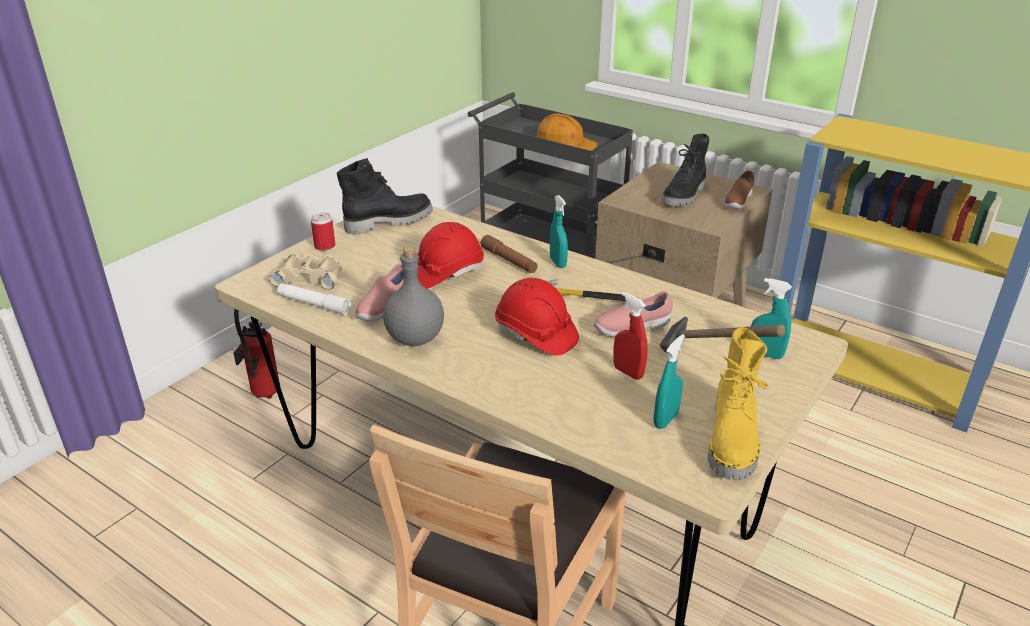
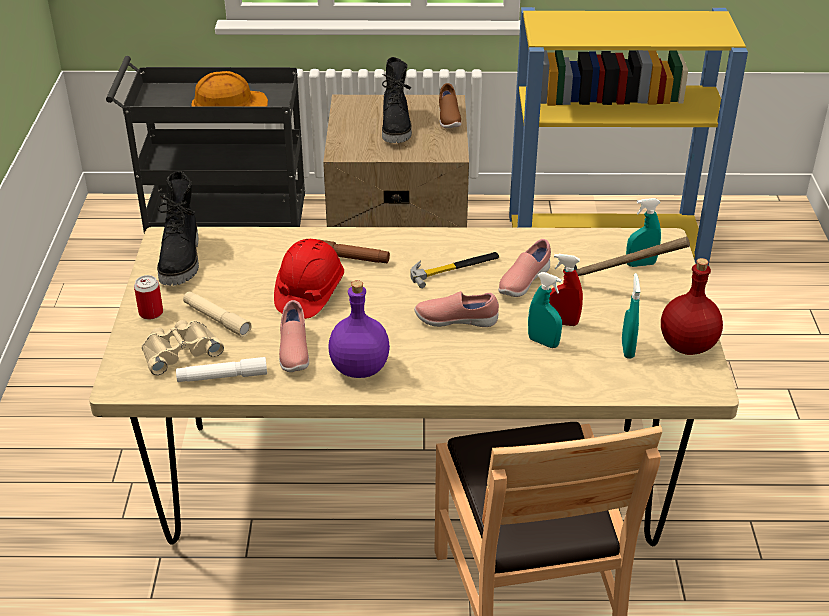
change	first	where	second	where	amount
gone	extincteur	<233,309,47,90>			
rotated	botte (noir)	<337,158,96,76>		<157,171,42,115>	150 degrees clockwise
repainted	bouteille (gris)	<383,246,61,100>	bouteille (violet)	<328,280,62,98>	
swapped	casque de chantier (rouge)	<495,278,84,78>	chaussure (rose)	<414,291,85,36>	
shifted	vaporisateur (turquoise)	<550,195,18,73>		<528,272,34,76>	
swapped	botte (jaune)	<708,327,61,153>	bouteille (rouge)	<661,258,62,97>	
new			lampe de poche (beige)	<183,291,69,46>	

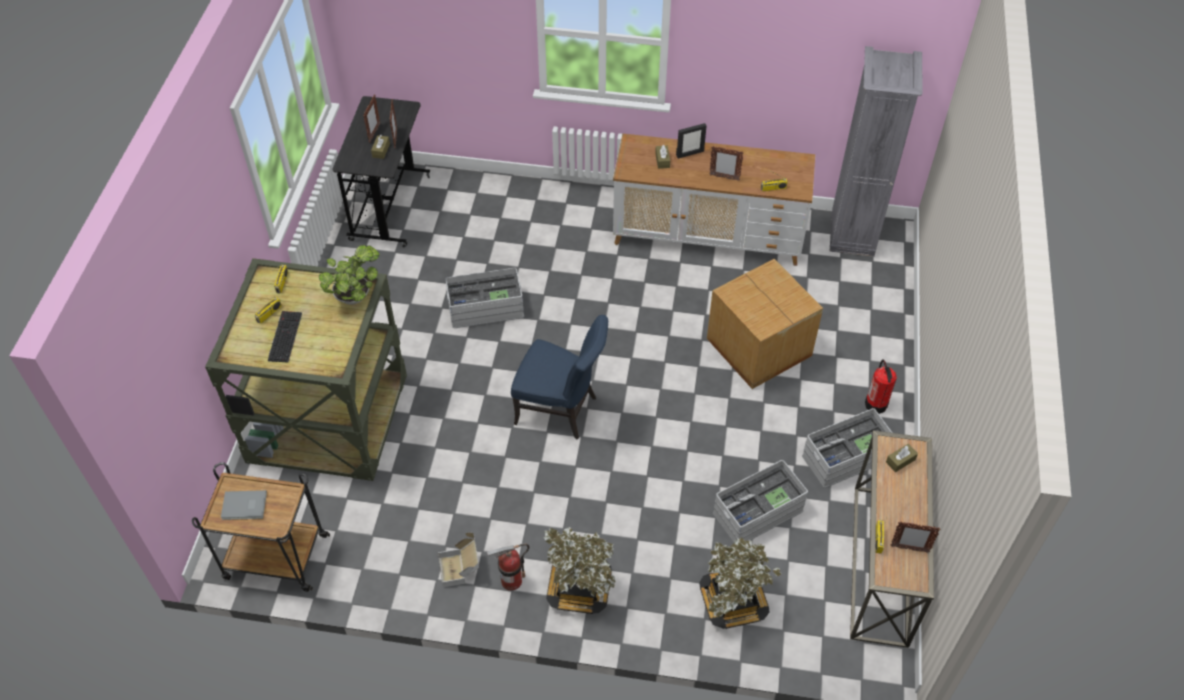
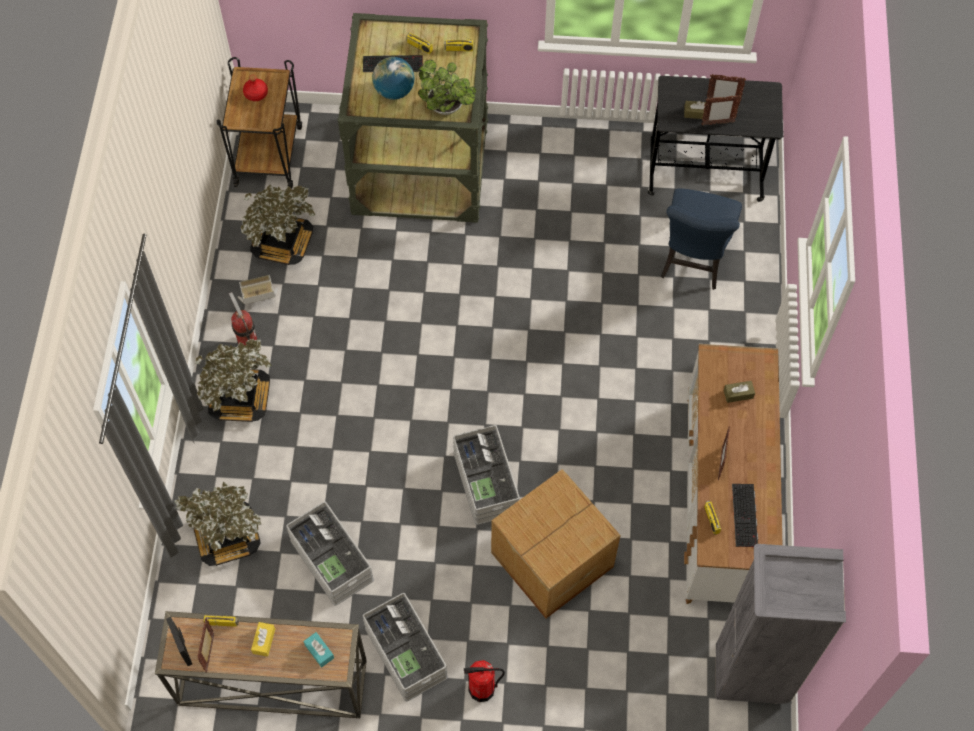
change	first	where	second	where	amount
swapped	livre (gris)	<221,490,46,30>	bouteille (rouge)	<243,75,25,26>	
shifted	boîte de rangement (gris)	<445,268,79,60>		<453,425,66,100>	
shifted	chaise (bleu)	<511,315,97,125>		<661,189,81,101>	
shifted	cadre photo	<676,123,31,36>		<166,617,26,49>	
repainted	boîte à mouchoirs (marron)	<886,444,32,28>	boîte à mouchoirs (turquoise)	<303,632,31,35>	
new			plante en pot	<241,184,74,81>	
new			boîte à mouchoirs (jaune)	<251,622,24,35>	
new			globe	<372,57,43,43>	
new			clavier	<732,484,26,63>	

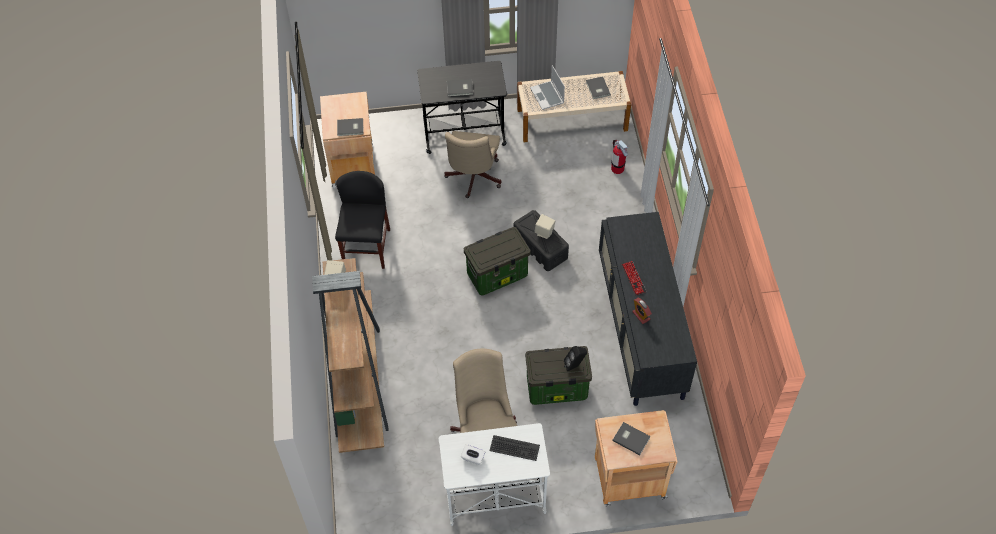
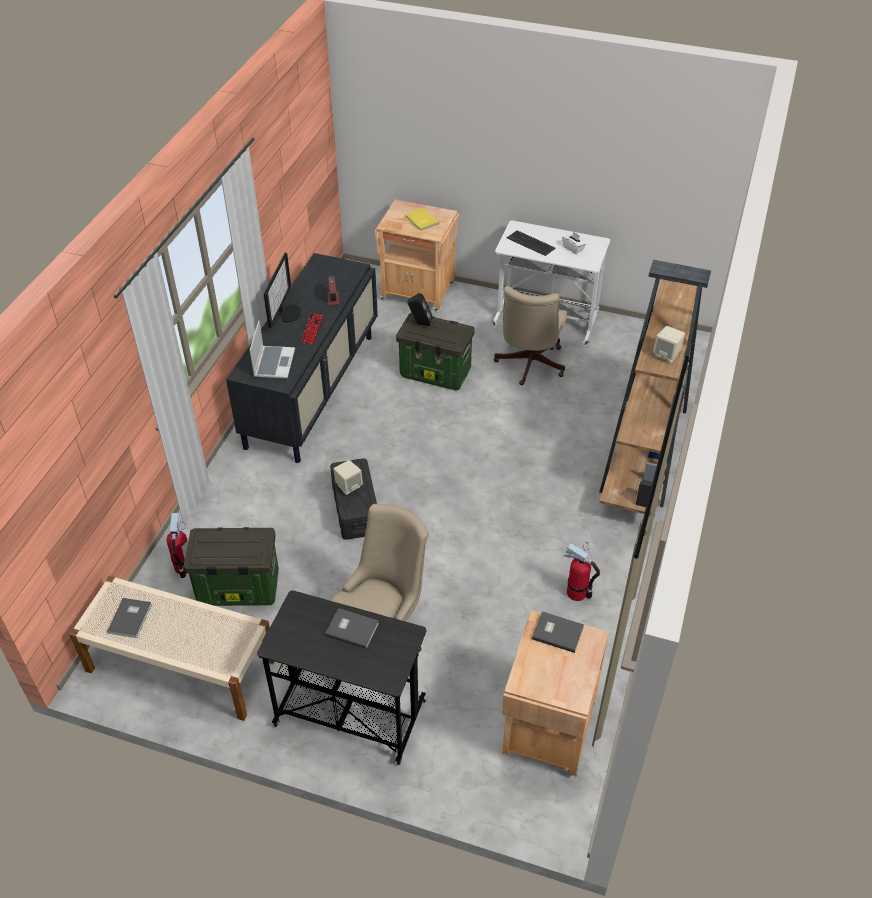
change	first	where	second	where	amount
swapped	chaise (noir)	<335,171,55,98>	extincteur	<564,542,36,59>	
shifted	boîte de rangement	<464,227,66,68>		<184,527,95,79>	
shifted	ordinateur portable	<530,65,35,45>		<250,321,45,57>	
repainted	livre (gris)	<612,422,39,33>	livre (jaune)	<405,208,34,23>	
new			écran d'ordinateur	<264,253,37,75>	

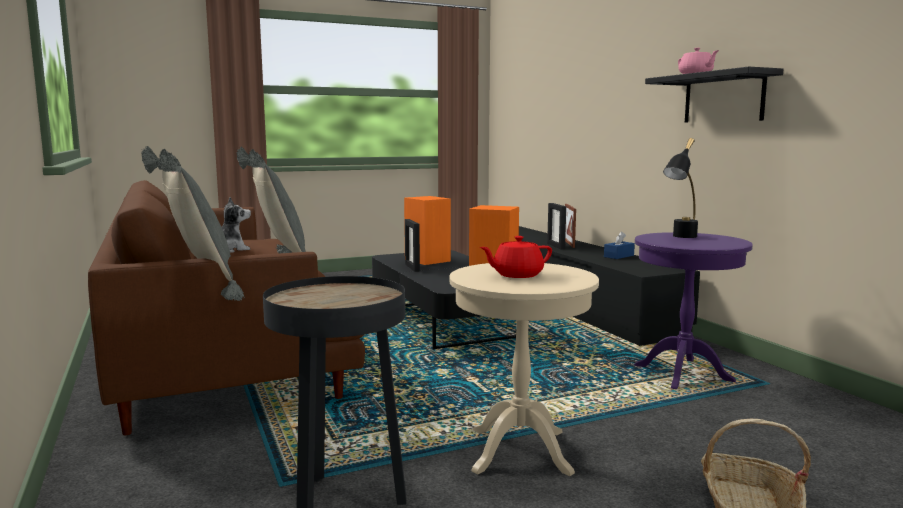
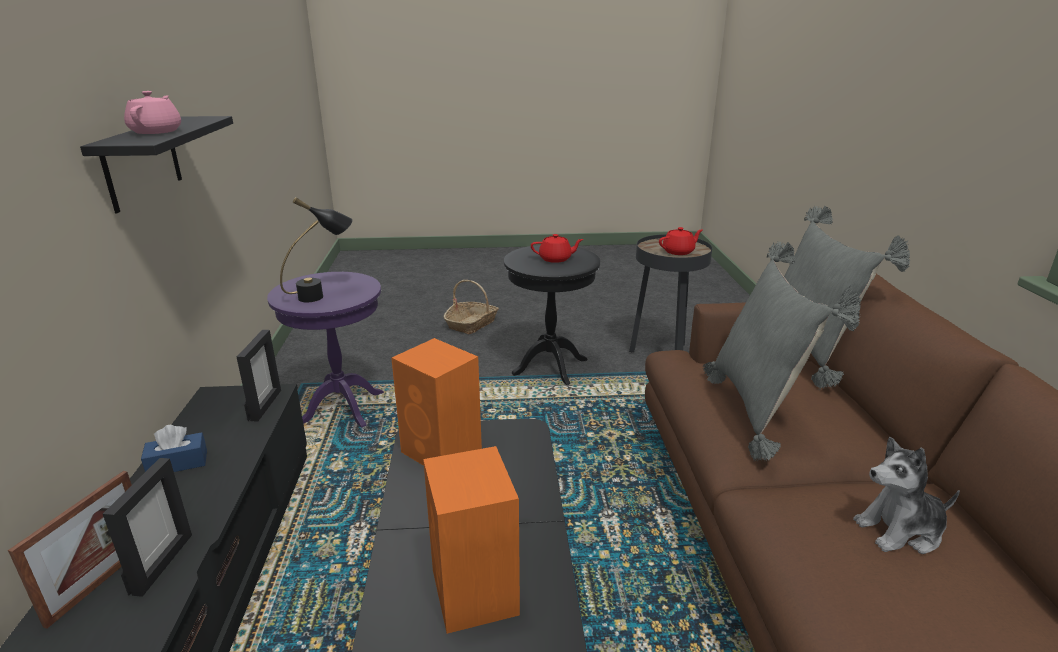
change	first	where	second	where	amount
shifted	cadre photo	<405,219,15,53>		<237,330,44,91>	
repainted	table d'appoint (beige)	<449,263,150,213>	table d'appoint (noir)	<504,245,96,140>	
new			théière (rouge)	<659,227,43,28>	

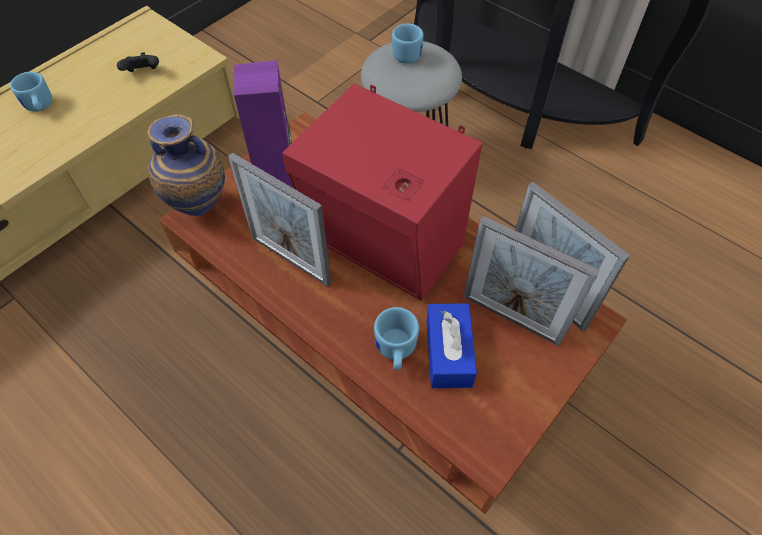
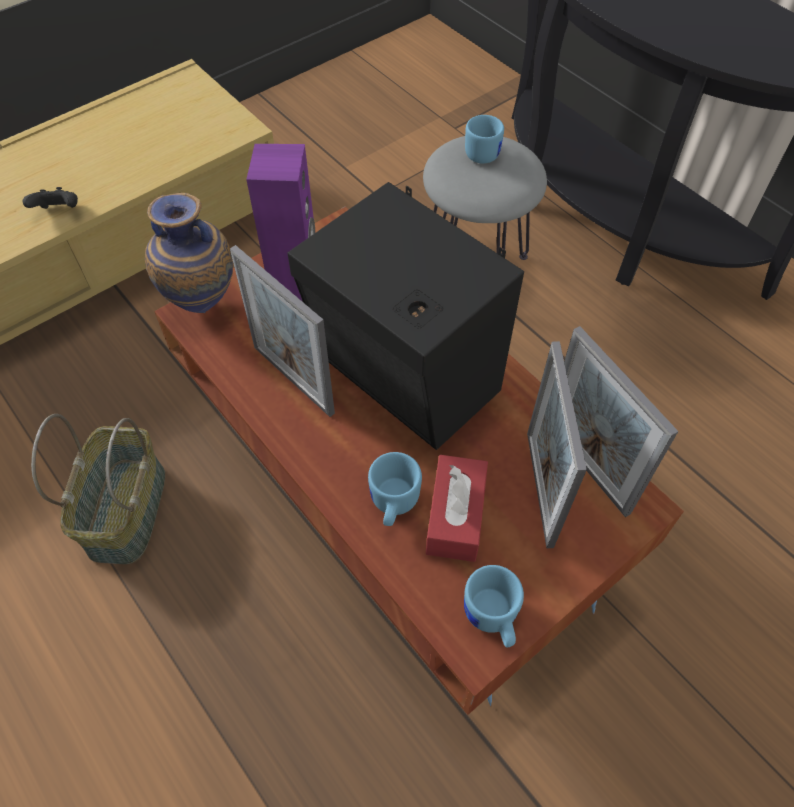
change	first	where	second	where	amount
shifted	mug (bleu)	<10,72,42,40>		<464,565,60,83>	
shifted	manette (noir)	<117,52,42,20>		<23,187,55,22>	
repainted	enceinte (rouge)	<282,84,201,217>	enceinte (noir)	<287,182,237,268>	
repainted	boîte à mouchoirs (bleu)	<427,303,50,85>	boîte à mouchoirs (rouge)	<426,455,62,107>	
rotated	cadre photo	<463,216,137,130>		<527,341,60,207>	45 degrees clockwise
new			panier	<31,414,134,151>	

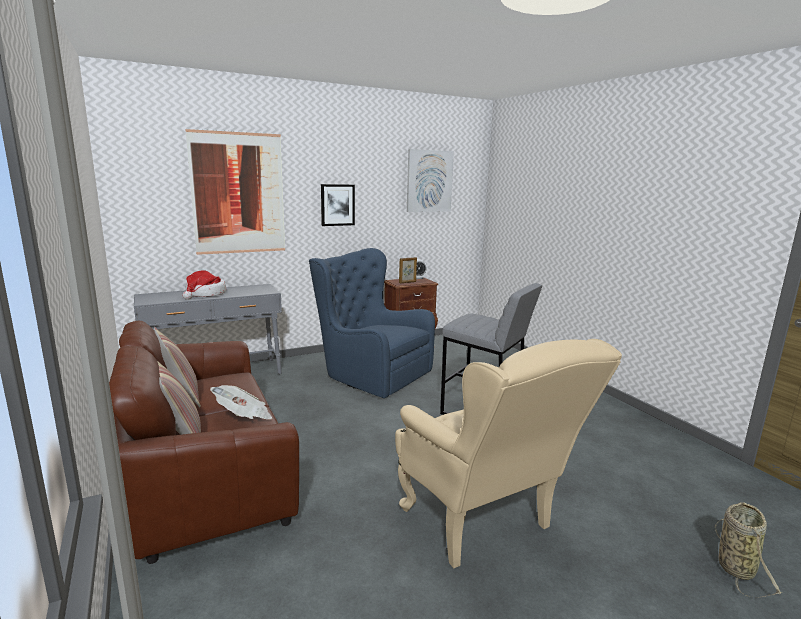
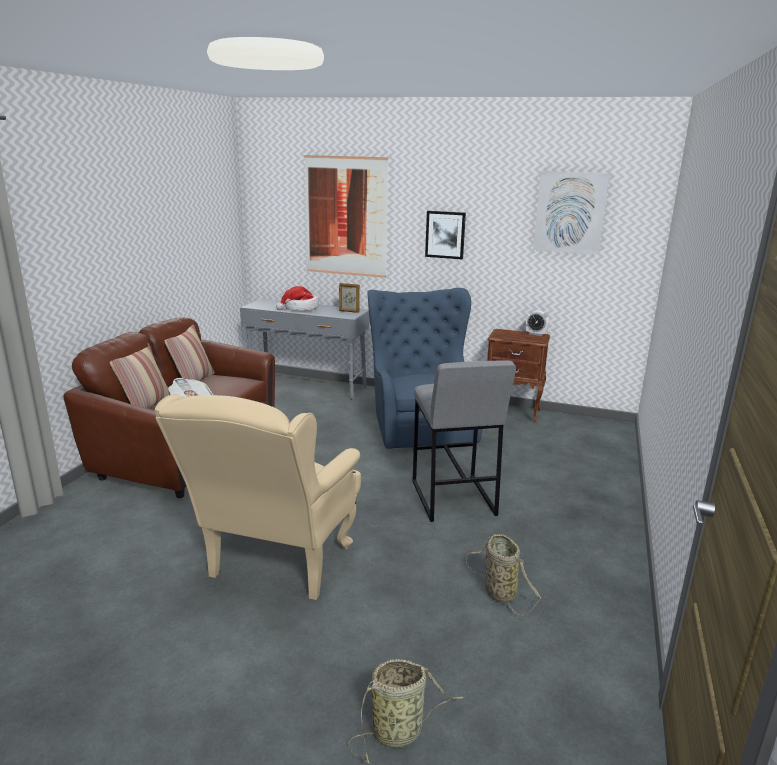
change	first	where	second	where	amount
shifted	cadre photo	<399,257,18,26>		<339,283,21,30>	
new			panier	<466,534,75,81>	

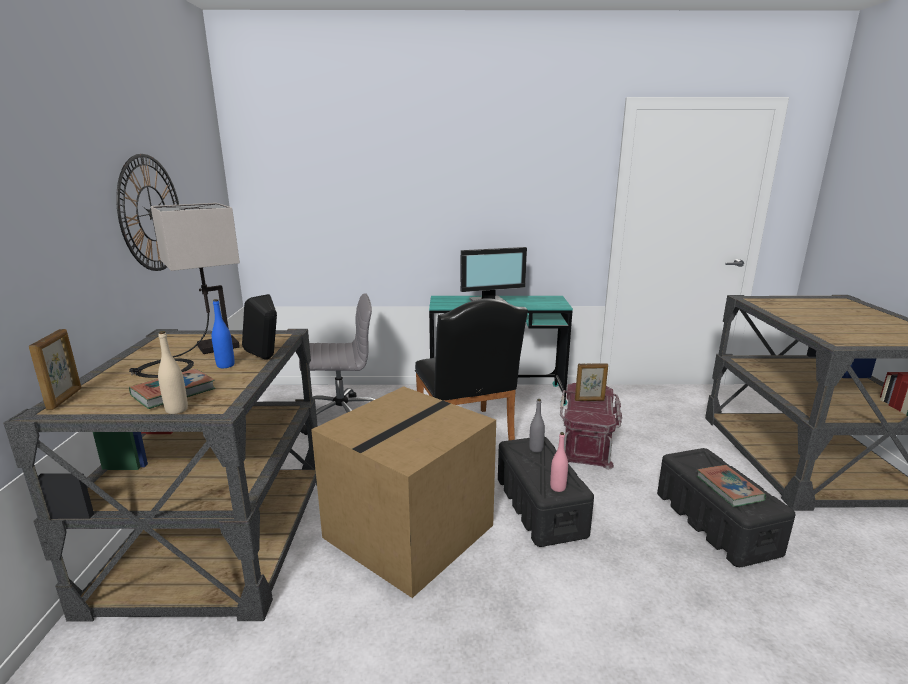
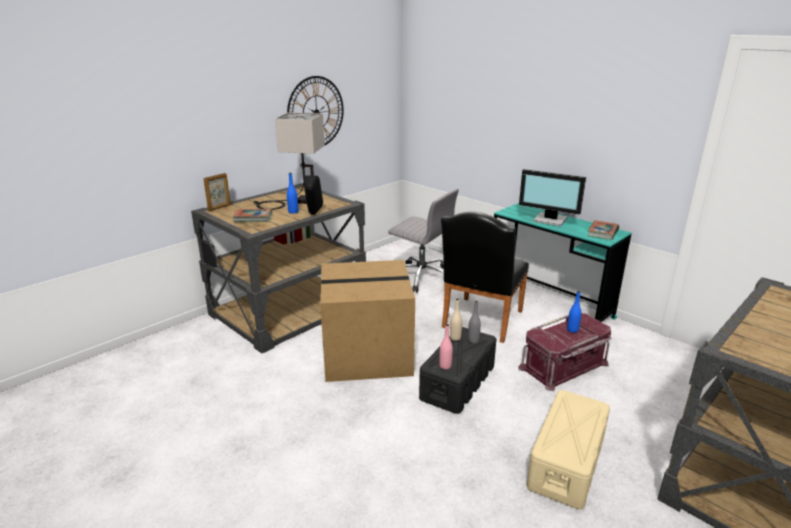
change	first	where	second	where	amount
shifted	bouteille (beige)	<158,331,30,83>		<450,298,12,43>	
swapped	cadre photo	<575,363,33,38>	bouteille (bleu)	<567,291,14,42>	
repainted	boîte de rangement (noir)	<657,448,139,119>	boîte de rangement (beige)	<527,390,83,119>	
shifted	livre	<697,465,69,42>		<588,220,31,20>	

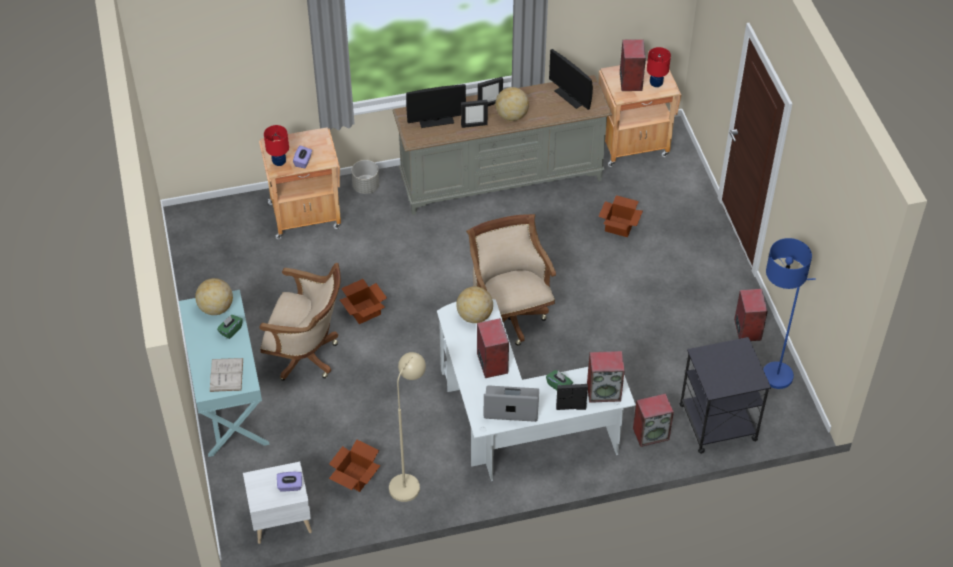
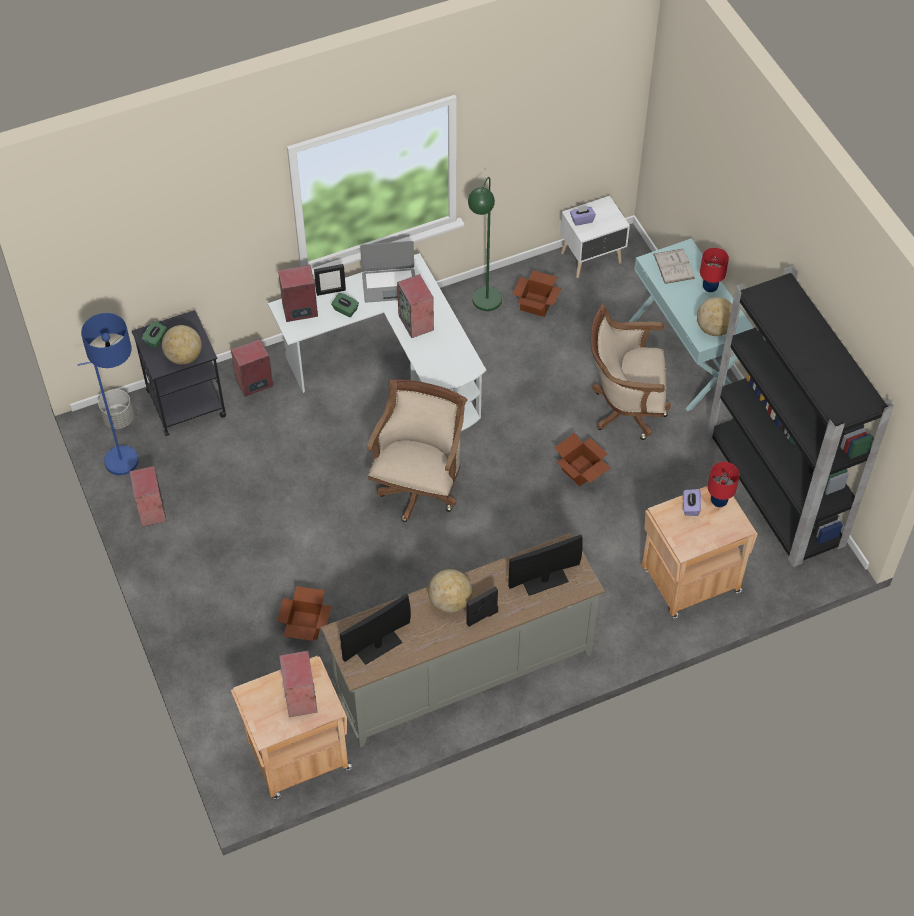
change	first	where	second	where	amount
shifted	boîte à mouchoirs (vert)	<217,315,26,24>		<142,321,25,27>	
shifted	cache-pot (gris)	<351,160,28,34>		<98,389,36,40>	
repainted	lampadaire (beige)	<389,352,37,150>	lampadaire (vert)	<468,177,34,134>	
shifted	globe	<456,286,37,37>		<162,325,40,40>	
gone	cadre photo	<461,100,27,28>			
rotated	chaise de bureau	<466,214,90,131>		<367,380,101,142>	135 degrees counterclockwise
rotated	écran d'ordinateur	<549,49,44,61>		<340,594,71,71>	75 degrees counterclockwise
shifted	lampe de table (rouge)	<647,47,24,40>		<700,248,29,44>	
new			bibliothèque (noir)	<707,266,187,301>	

